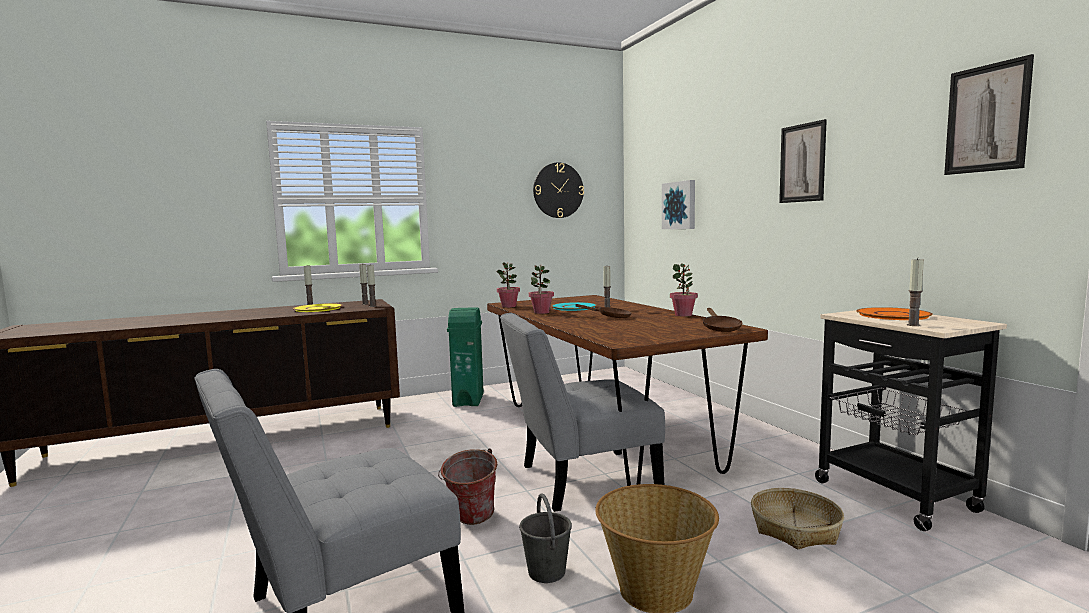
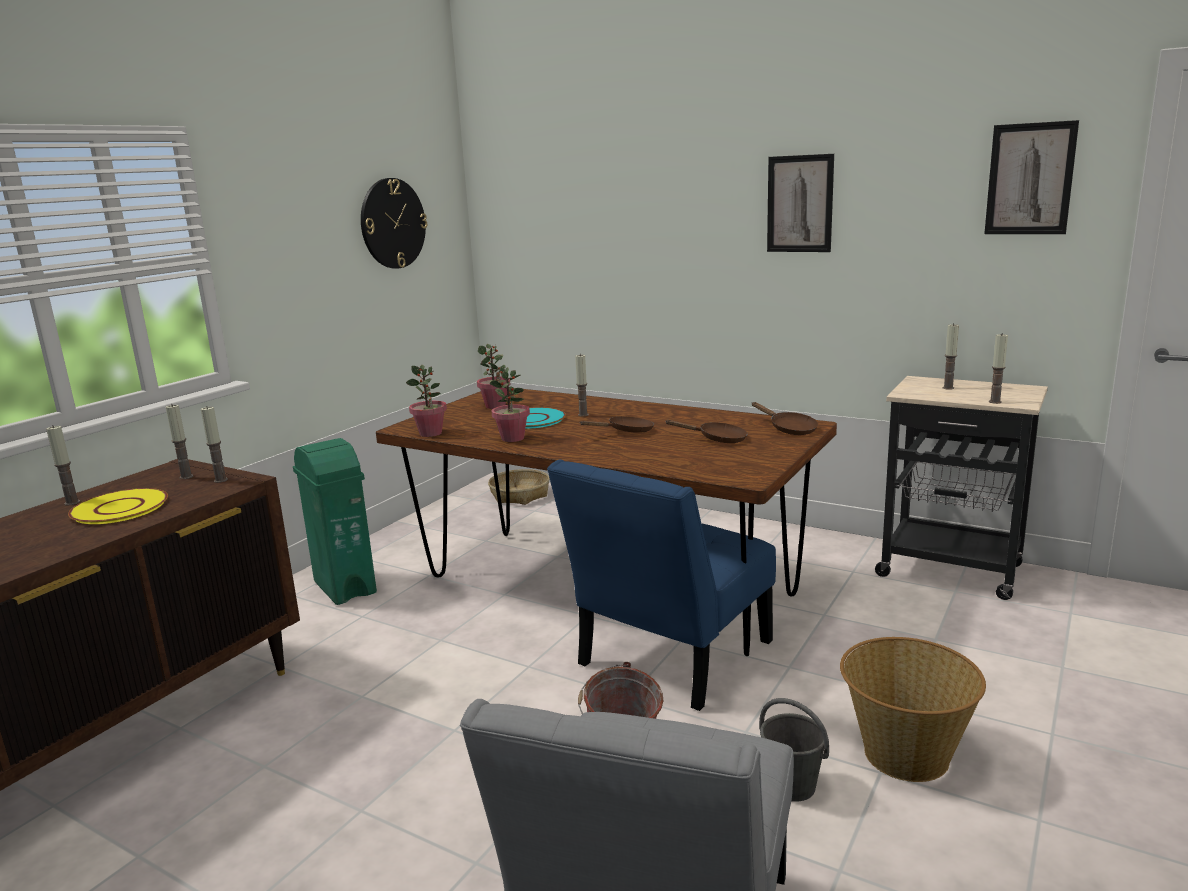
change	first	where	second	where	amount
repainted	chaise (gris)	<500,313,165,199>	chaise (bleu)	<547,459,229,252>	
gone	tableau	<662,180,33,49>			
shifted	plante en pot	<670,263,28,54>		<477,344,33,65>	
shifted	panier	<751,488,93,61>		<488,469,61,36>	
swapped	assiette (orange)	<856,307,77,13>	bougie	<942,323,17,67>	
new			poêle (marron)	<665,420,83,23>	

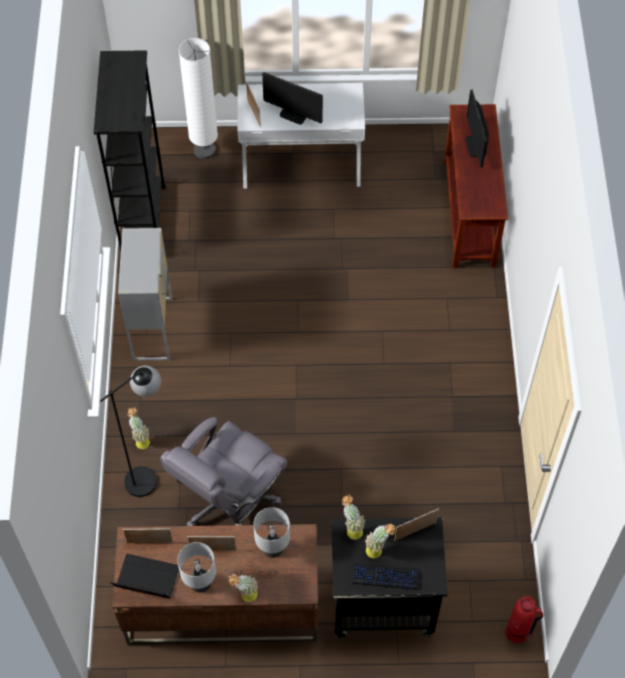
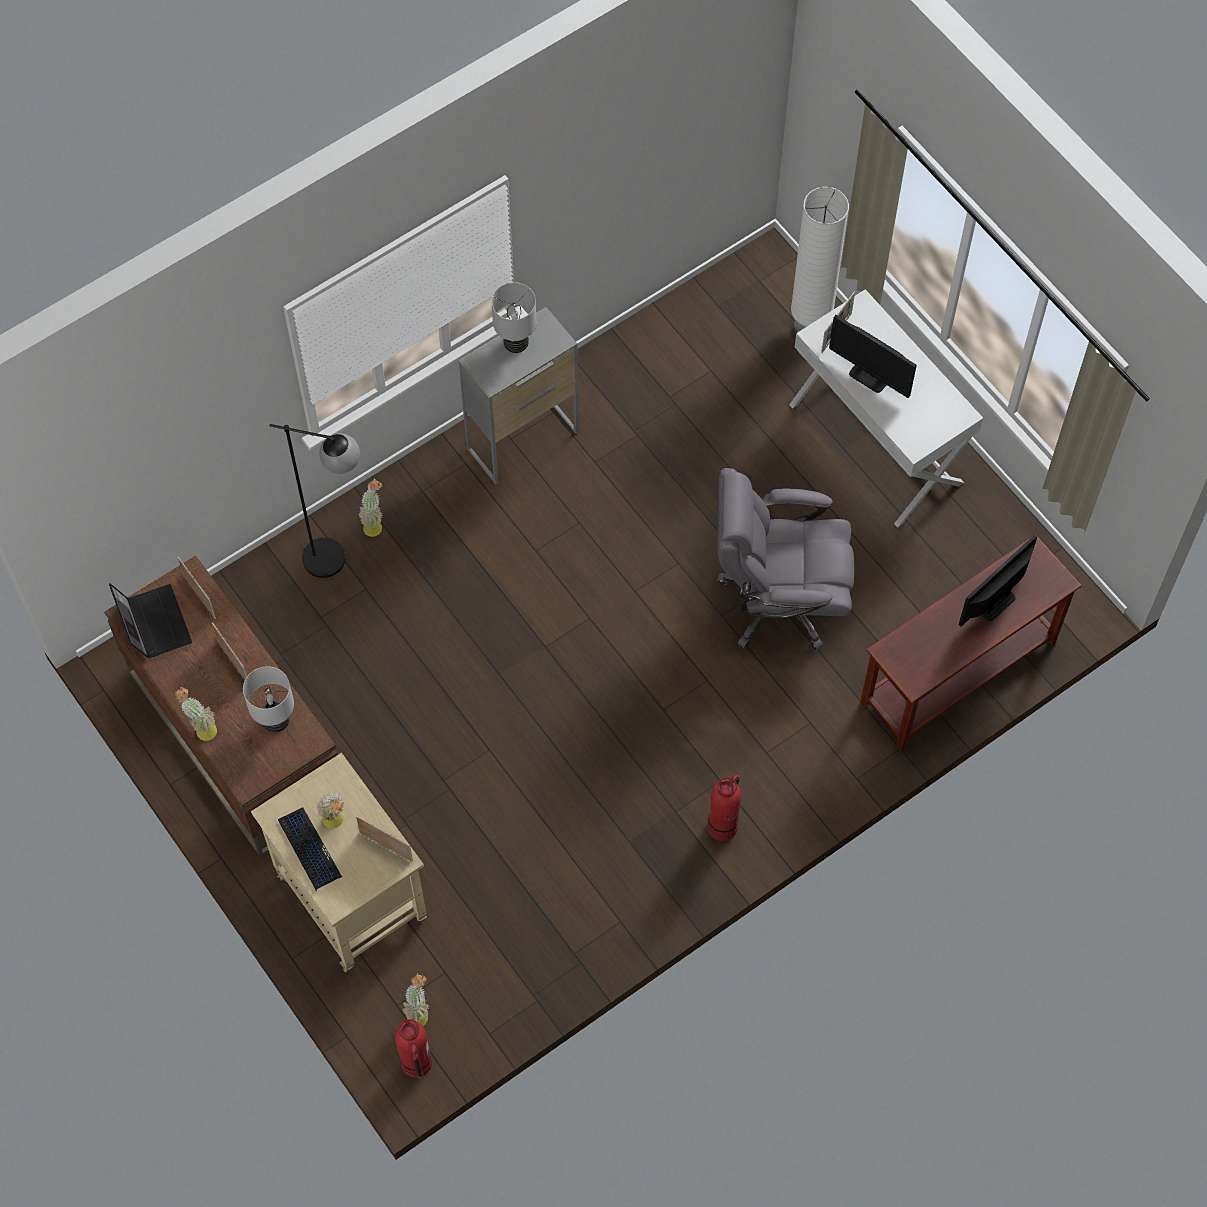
change	first	where	second	where	amount
gone	bibliothèque (noir)	<94,50,72,201>			
shifted	chaise de bureau (gris)	<160,417,127,109>		<717,468,137,183>	
shifted	lampe de table (gris)	<177,542,39,51>		<491,282,46,71>	
rotated	écran d'ordinateur	<262,72,61,52>		<829,315,88,83>	45 degrees counterclockwise
repainted	chariot (noir)	<331,518,116,121>	chariot (beige)	<251,753,176,219>	
shifted	plante en pot	<342,494,23,46>		<403,973,26,53>	
new			extincteur	<707,774,34,67>	

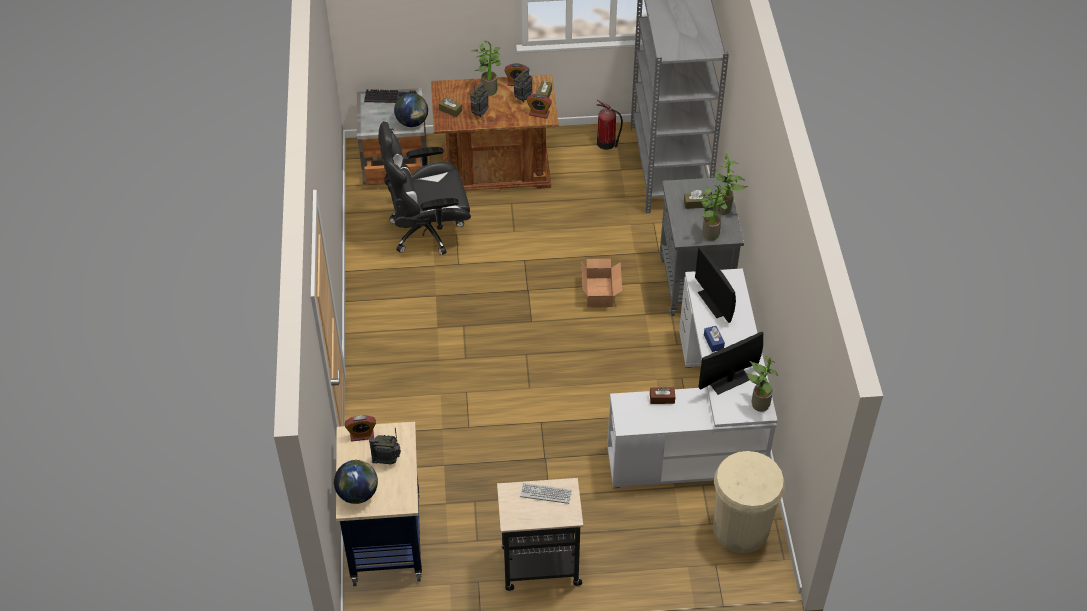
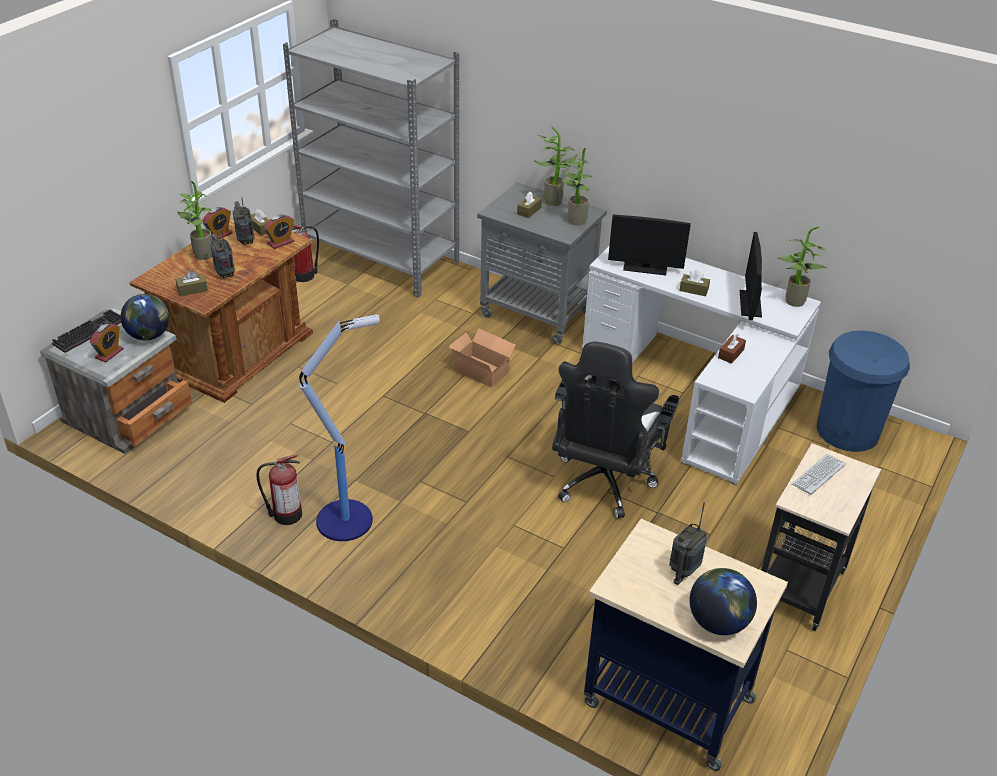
change	first	where	second	where	amount
shifted	réveil	<345,415,31,27>		<90,323,34,39>	
shifted	chaise de bureau (noir)	<378,121,93,134>		<552,341,127,178>	
repainted	boîte à mouchoirs (bleu)	<704,326,21,26>	boîte à mouchoirs (marron)	<679,270,31,26>	
repainted	poubelle (beige)	<713,451,72,102>	poubelle (bleu)	<817,330,93,122>	
new			extincteur	<256,454,46,71>	
new			lampadaire	<299,314,81,227>	

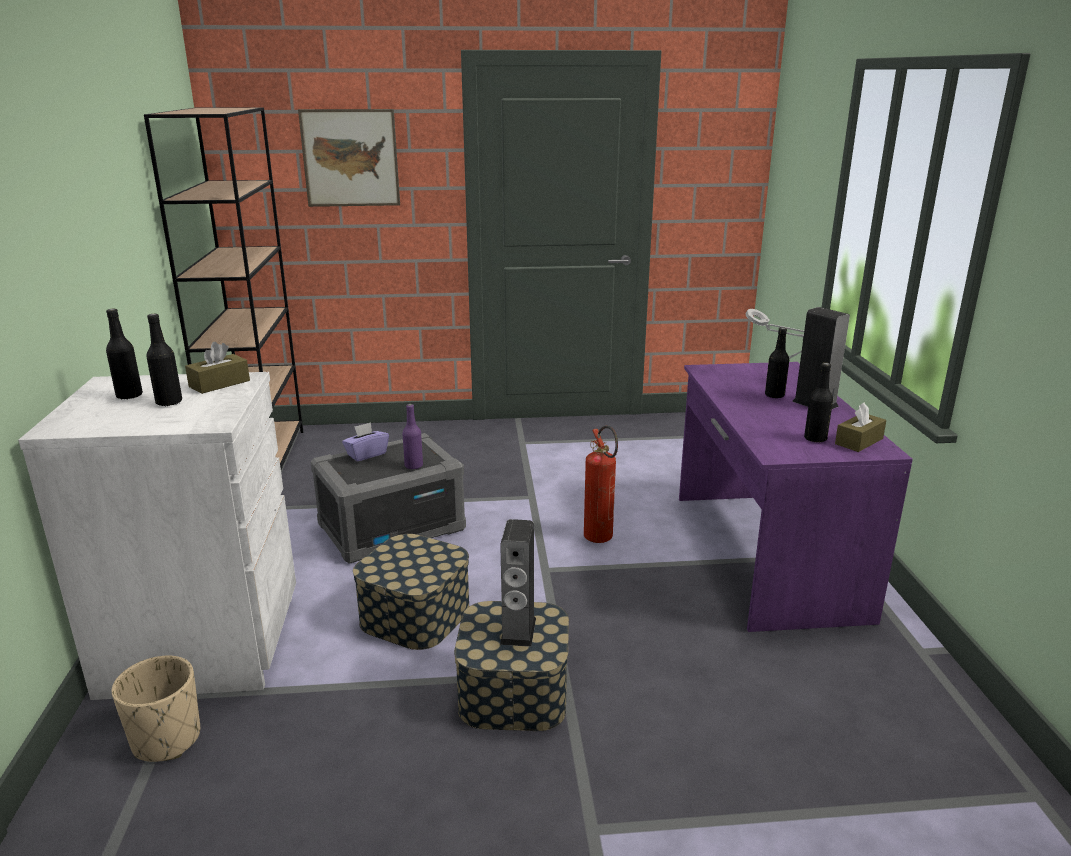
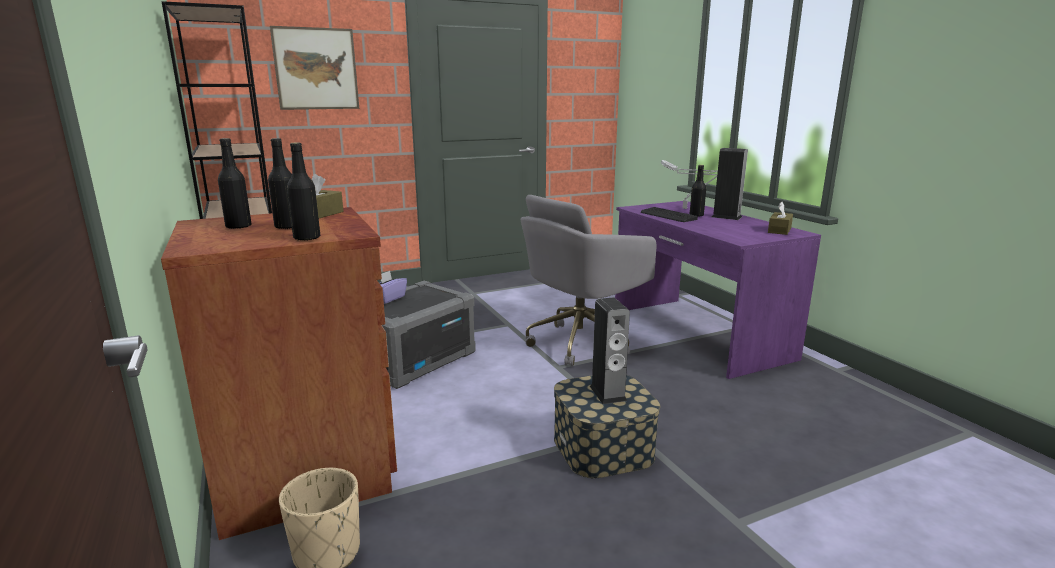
change	first	where	second	where	amount
repainted	commode (blanc)	<18,372,278,328>	commode (marron)	<161,207,236,333>	
gone	boîte de rangement	<353,534,116,116>			
gone	bouteille (violet)	<402,404,21,65>			
swapped	extincteur	<584,426,34,117>	chaise de bureau (gris)	<521,195,135,171>	
shifted	bouteille (noir)	<804,363,29,80>		<287,143,33,98>	
new			clavier	<641,207,57,15>	

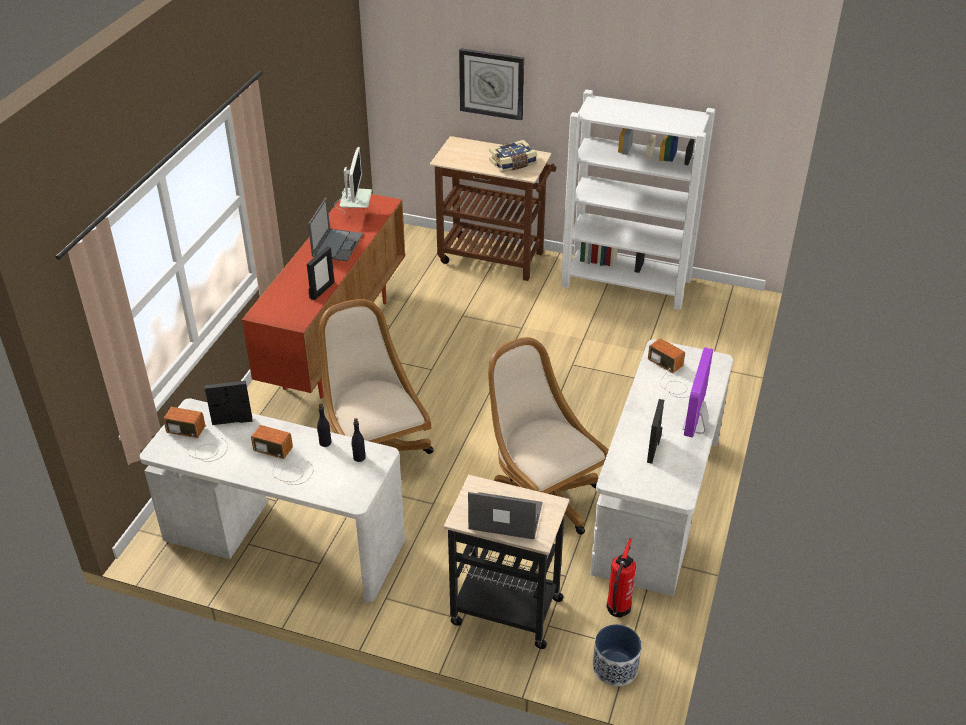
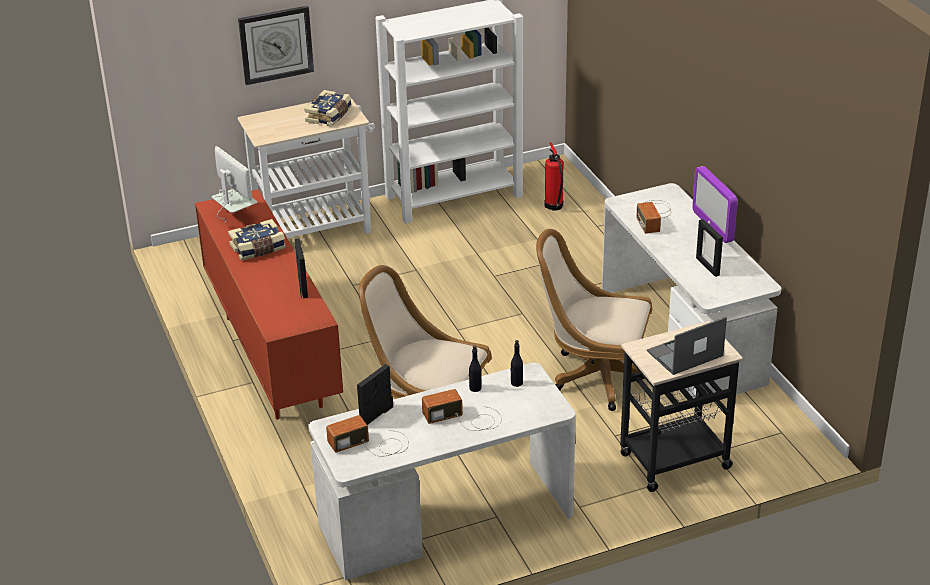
change	first	where	second	where	amount
swapped	ordinateur portable	<308,197,55,64>	livre	<228,219,58,42>	
repainted	chariot (marron)	<430,136,126,145>	chariot (blanc)	<238,98,137,140>	
gone	cache-pot	<593,624,48,62>			
shifted	extincteur	<607,539,29,78>		<545,142,19,69>	
rotated	radio	<648,338,41,60>		<636,200,35,34>	105 degrees counterclockwise

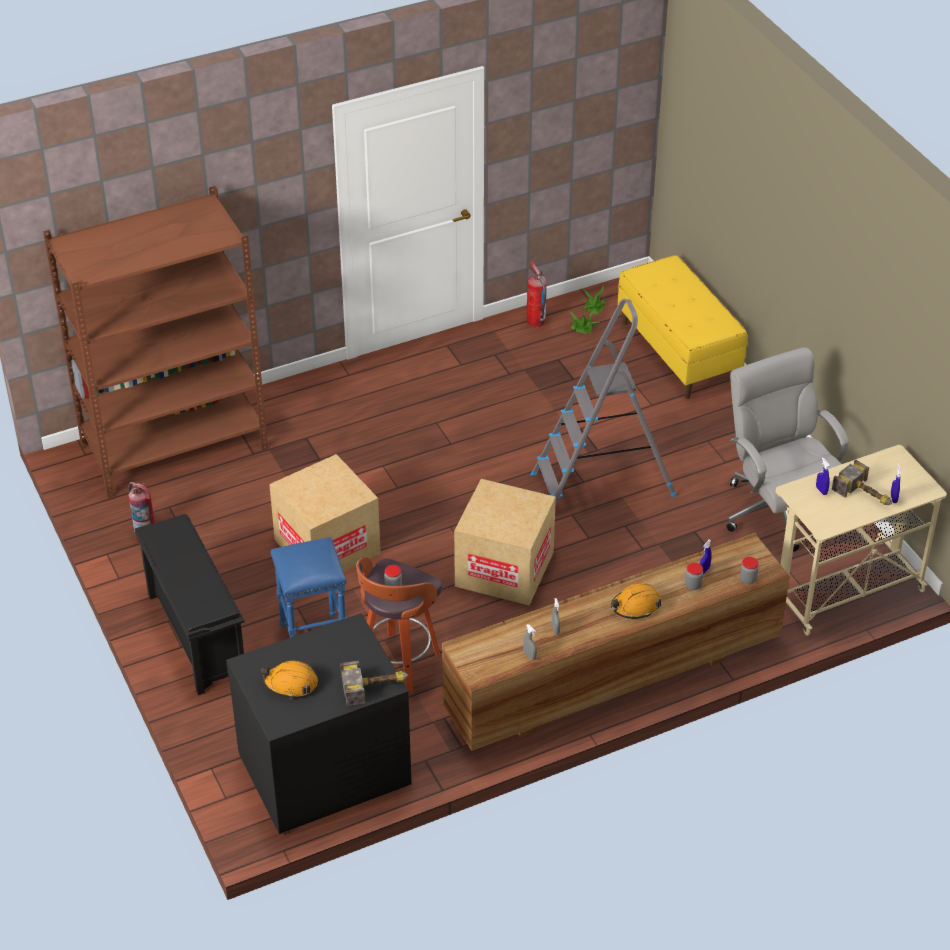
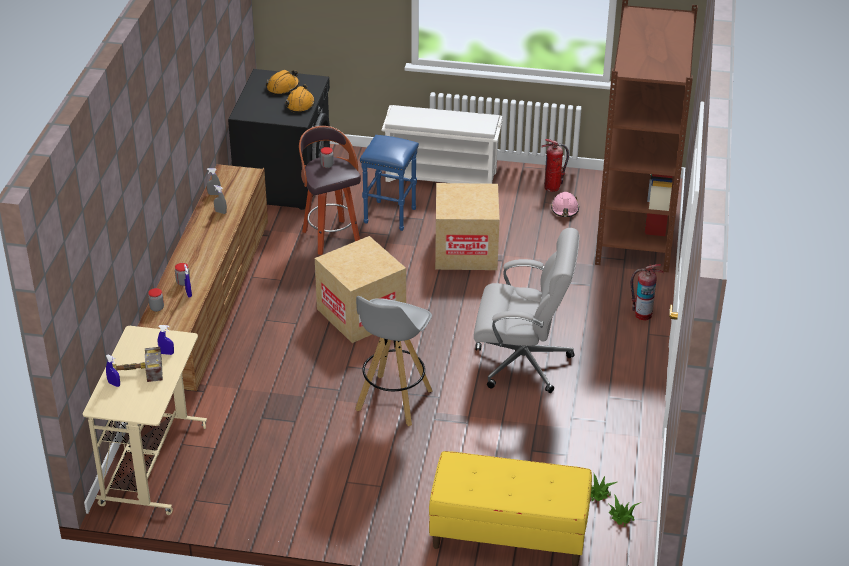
change	first	where	second	where	amount
repainted	étagère à chaussures (noir)	<134,514,110,181>	étagère à chaussures (blanc)	<382,105,121,79>	
gone	marteau	<340,661,68,45>			
shifted	extincteur	<527,261,20,67>		<630,264,34,57>	
swapped	escabeau (gris)	<531,299,146,206>	tabouret (gris)	<355,296,78,130>	
shifted	casque de chantier (orange)	<611,583,50,36>		<285,84,30,29>	
shifted	chaise de bureau (gris)	<727,347,122,205>		<474,228,105,165>	
new			casque de chantier (rose)	<551,192,28,25>	

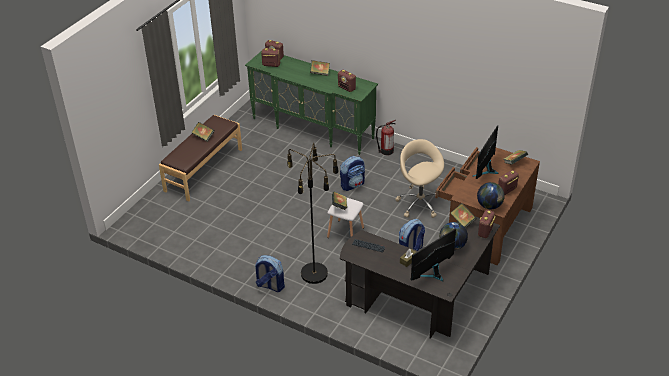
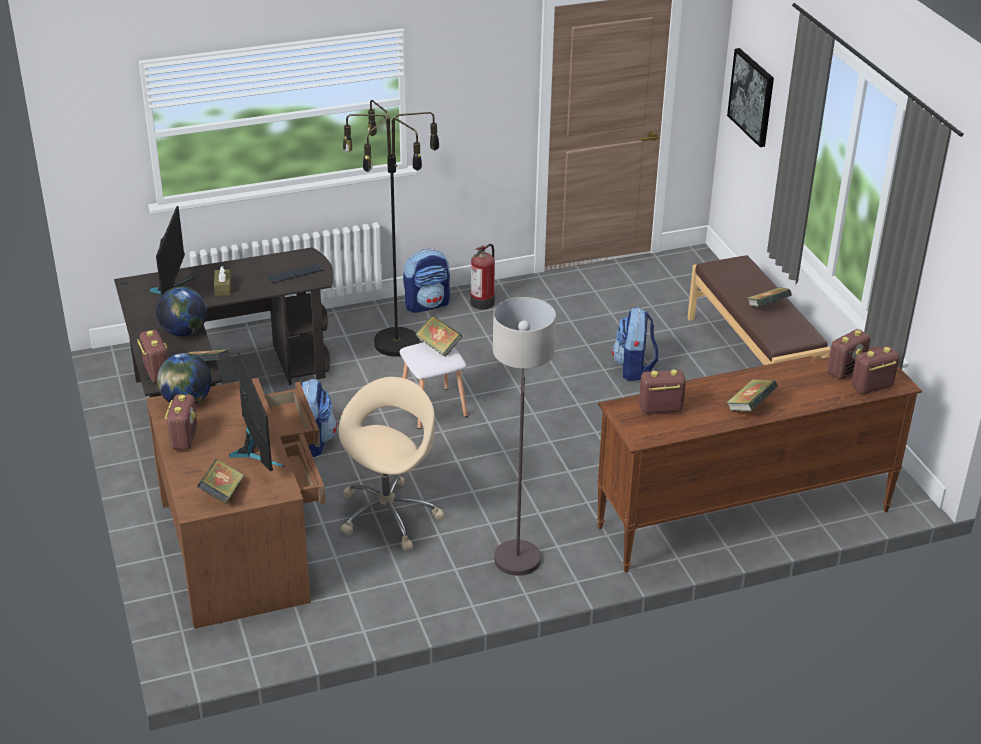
change	first	where	second	where	amount
repainted	meuble de rangement (vert)	<245,51,133,104>	meuble de rangement (marron)	<597,347,325,226>	
shifted	sac à dos	<340,156,25,35>		<612,307,46,74>	
shifted	extincteur	<376,120,20,35>		<470,244,25,66>	
rotated	chaise de bureau (beige)	<395,139,49,79>		<339,377,105,173>	45 degrees counterclockwise
new			lampadaire (gris)	<493,297,63,279>	
new			tableau	<727,48,47,99>	

